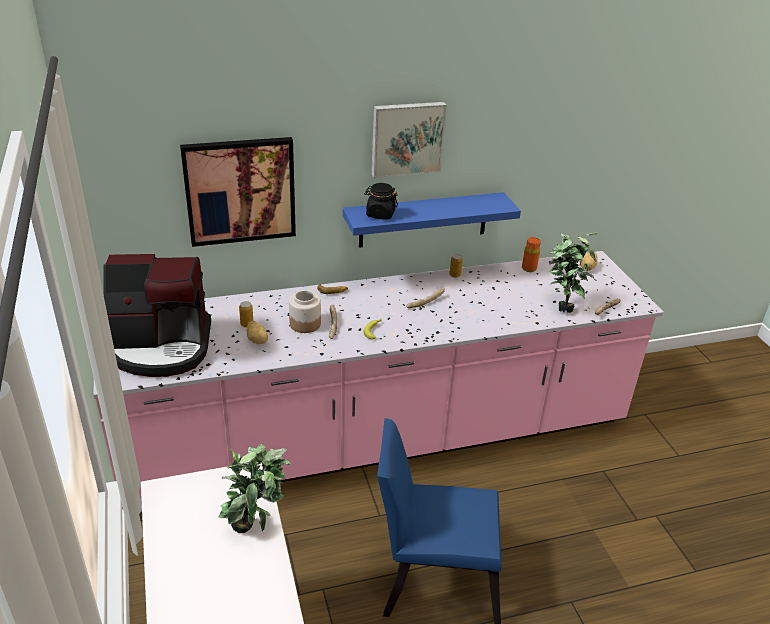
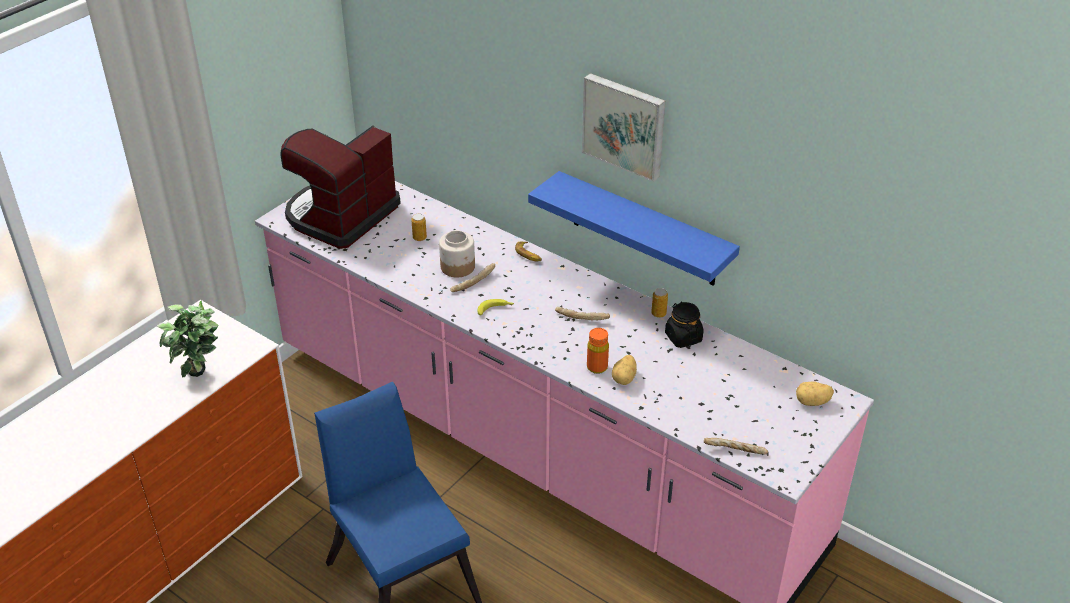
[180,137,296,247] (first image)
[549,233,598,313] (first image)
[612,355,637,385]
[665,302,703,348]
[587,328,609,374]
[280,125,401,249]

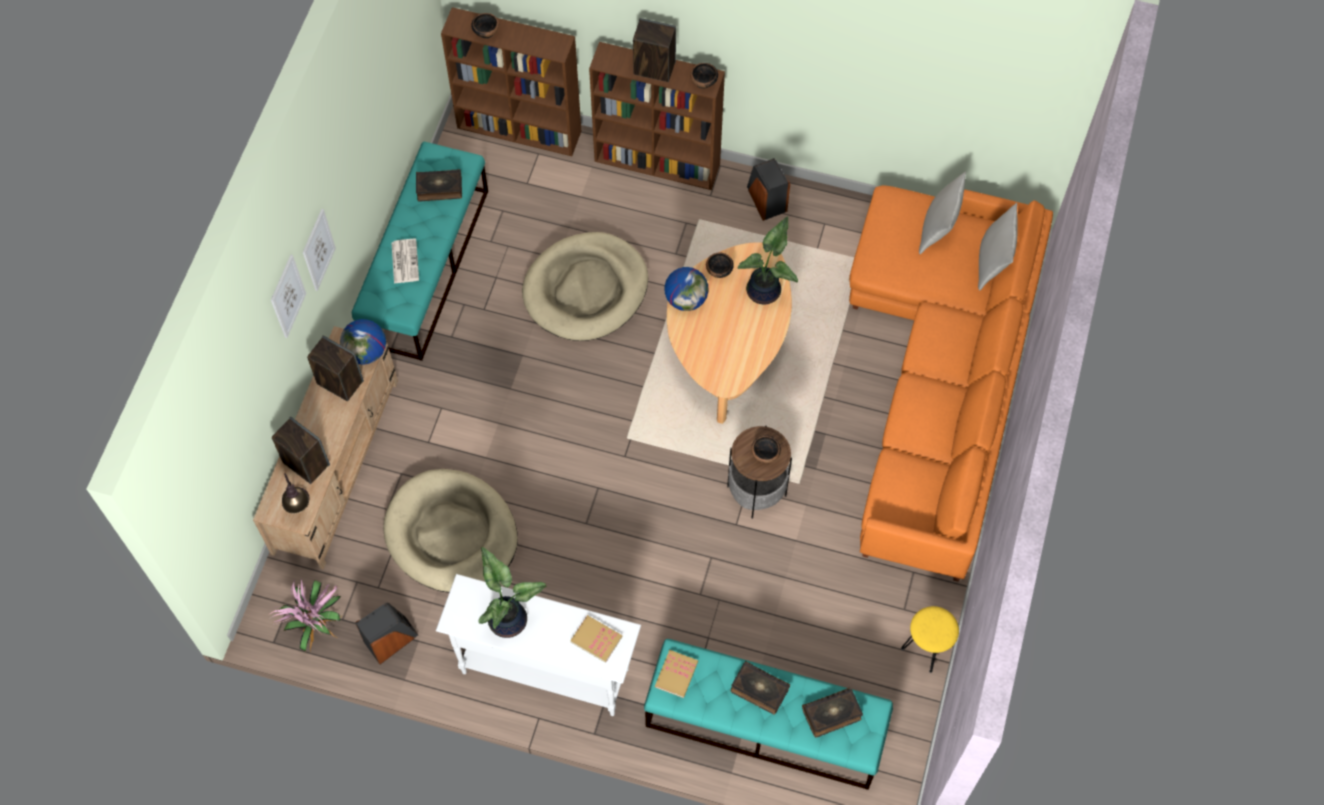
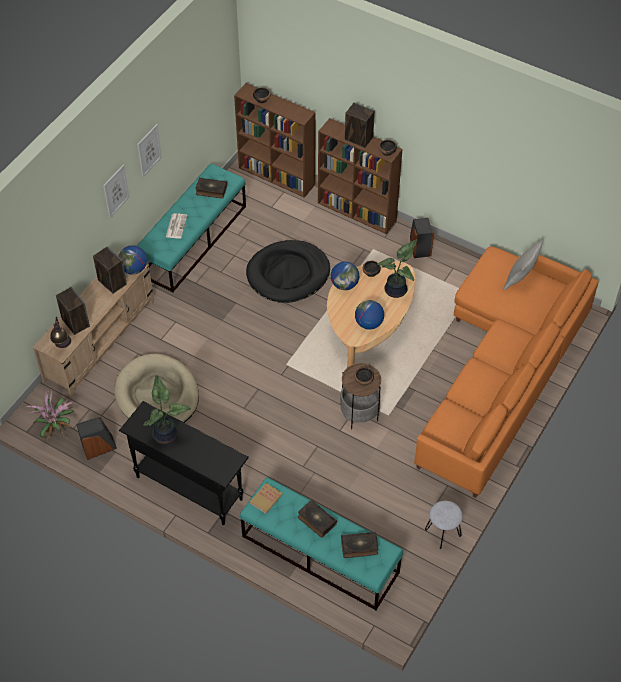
[570,615,622,663] (first image)
[978,203,1018,291] (first image)
[355,300,384,330]
[137,124,162,177]
[119,401,249,525]
[246,240,330,303]
[425,501,463,549]

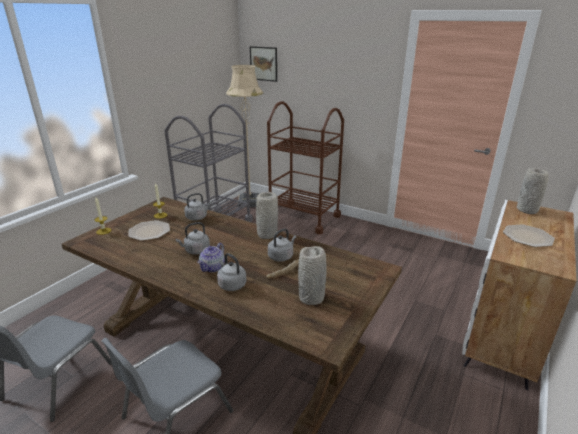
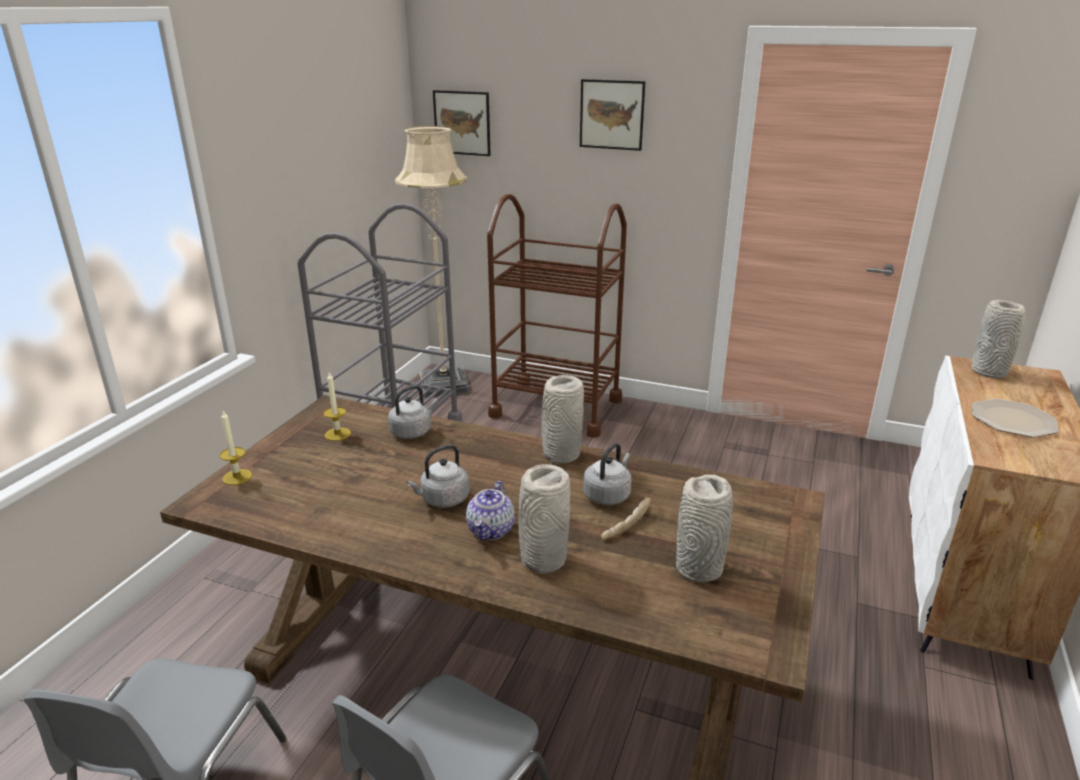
[129,220,170,241] (first image)
[580,79,646,151]
[518,464,570,574]

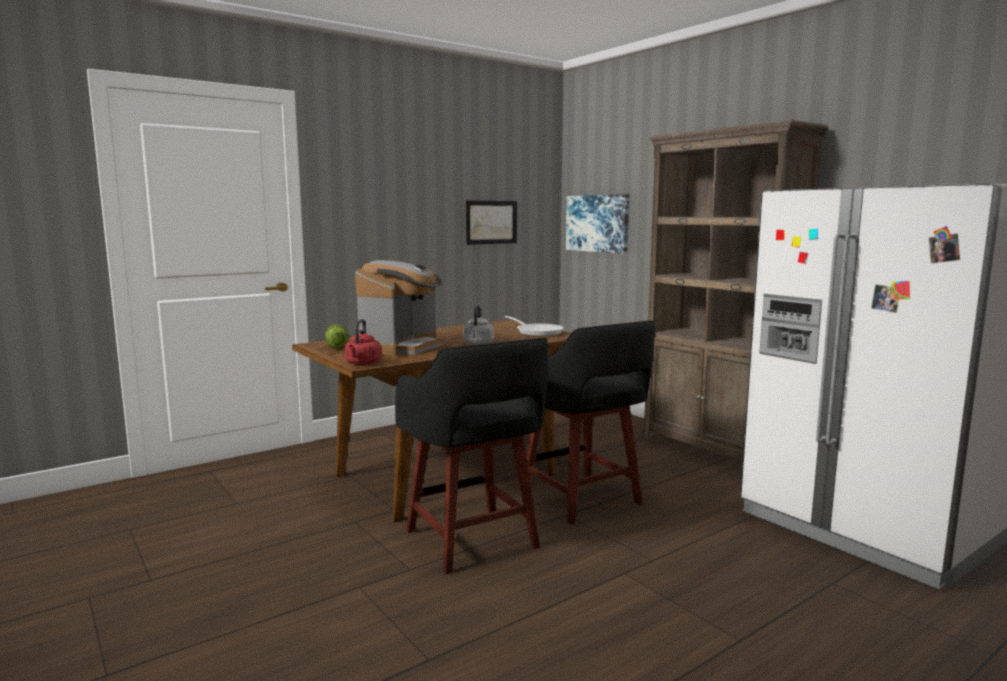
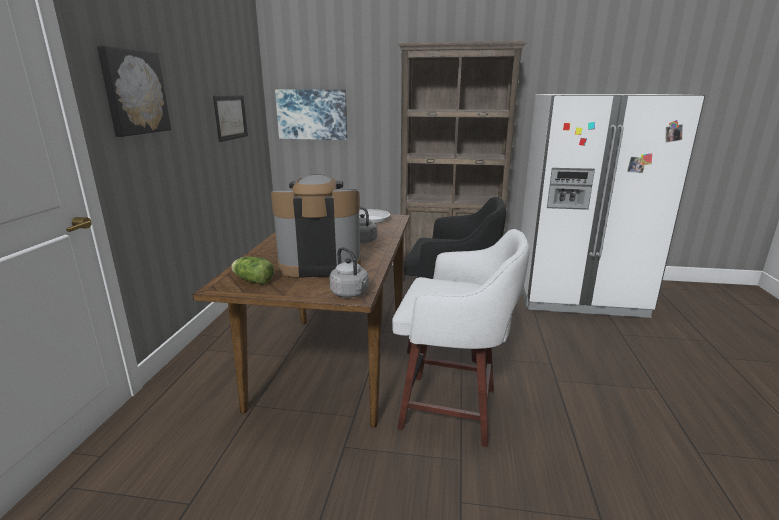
[97,46,171,137]
[329,247,369,298]
[392,229,530,447]
[271,174,361,278]

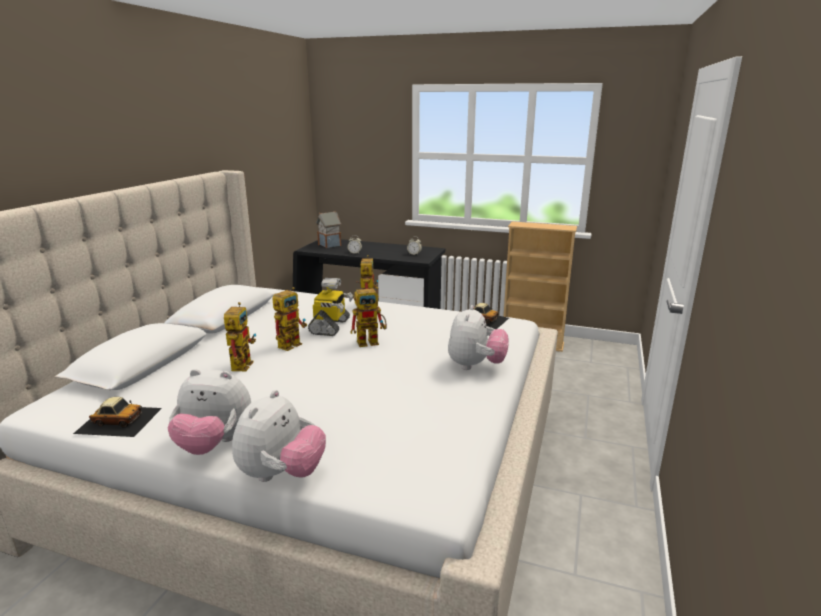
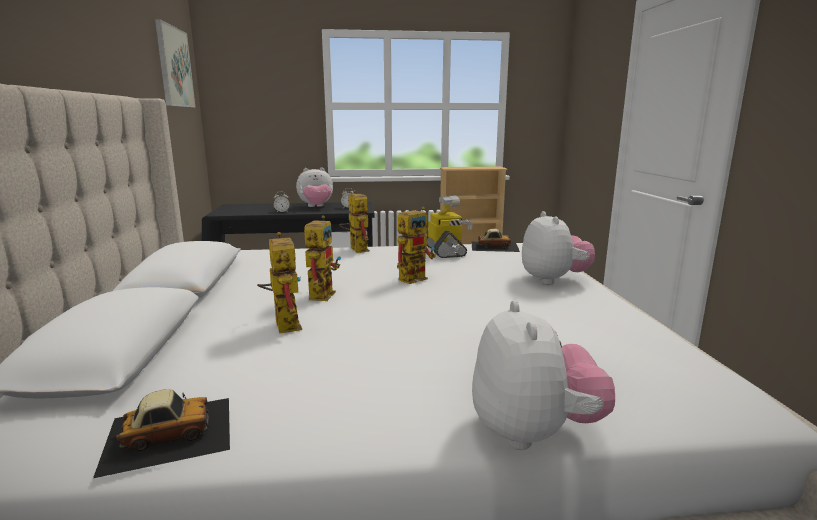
[316,211,342,248] (first image)
[155,19,195,107]
[296,167,333,207]
[426,195,473,258]

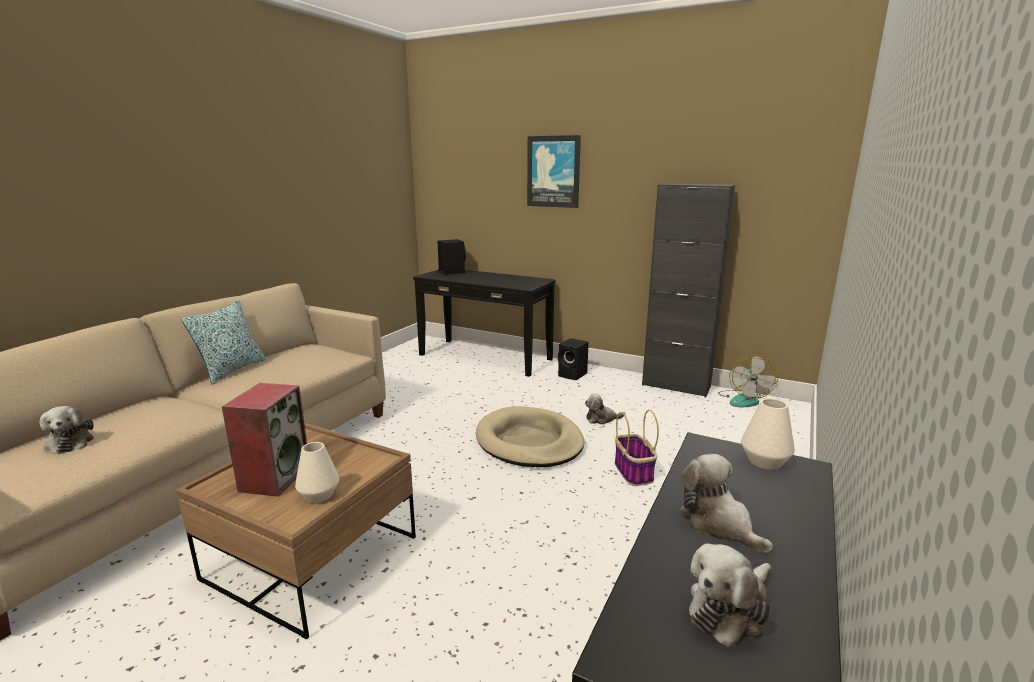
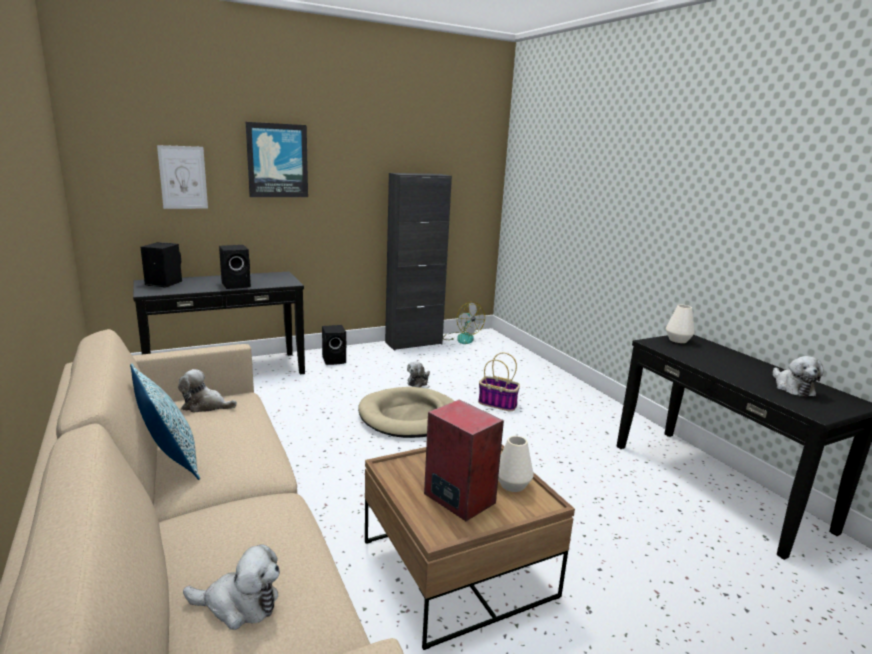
[157,145,208,209]
[219,245,251,289]
[178,369,237,412]

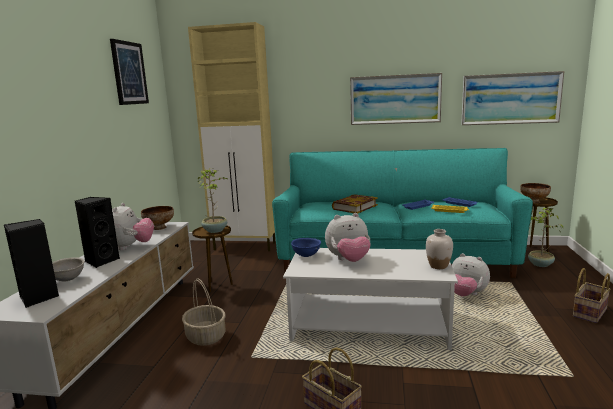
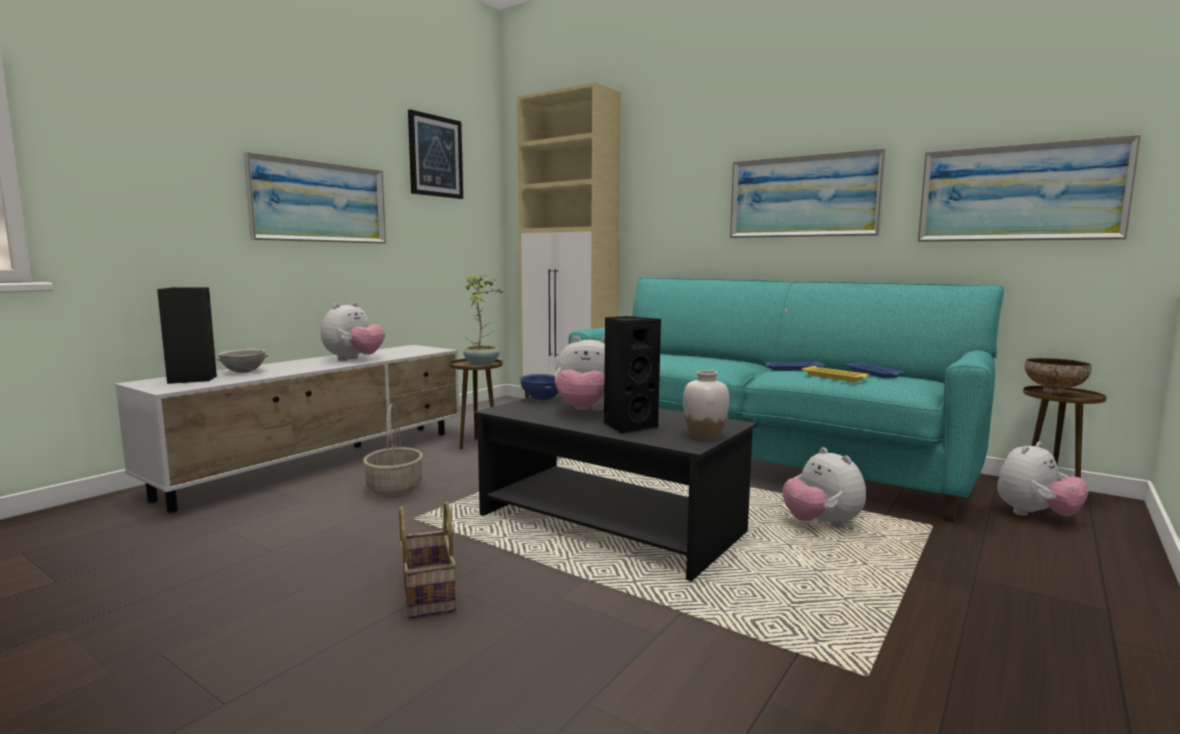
[141,206,174,230] (first image)
[332,194,378,214] (first image)
[573,268,610,323] (first image)
[243,152,386,244]
[604,316,661,435]
[997,442,1089,517]
[474,393,757,581]

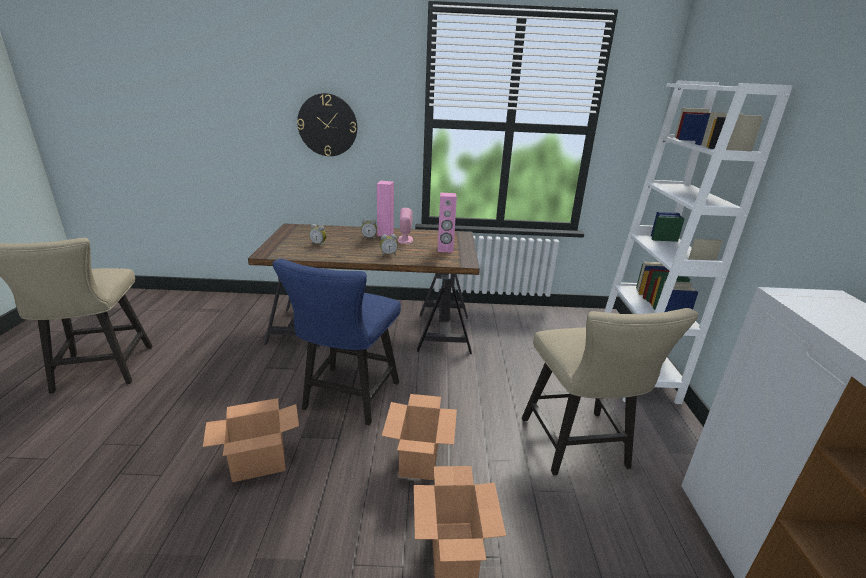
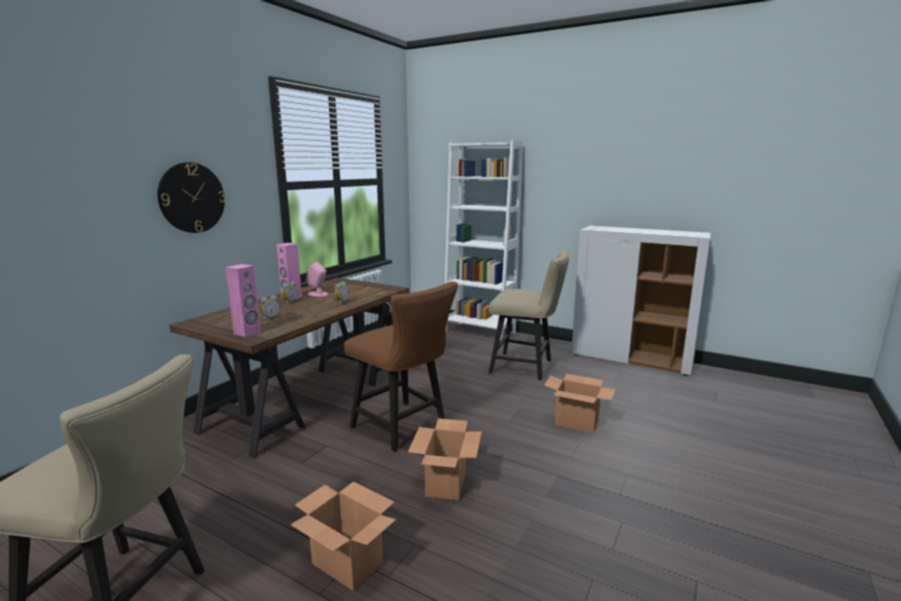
[290,481,396,591]
[225,264,261,337]
[344,281,458,452]

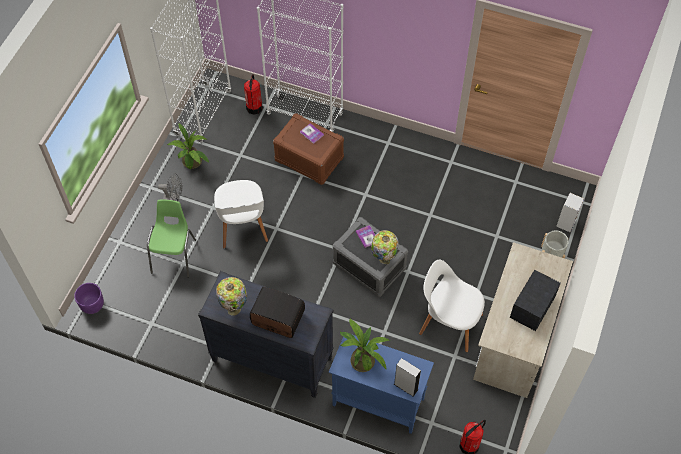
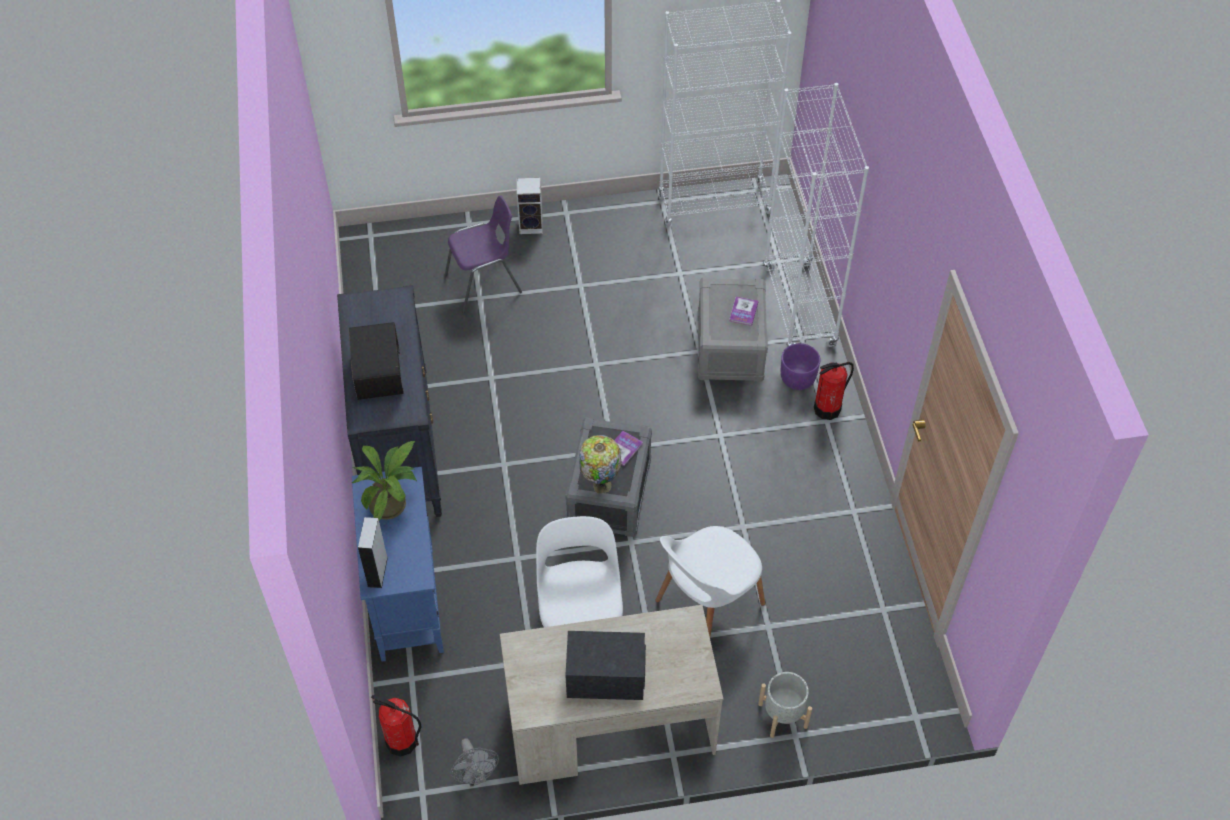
[167,123,209,170] (first image)
[216,277,247,316] (first image)
[781,343,820,390]
[450,738,499,787]
[656,526,765,637]
[814,362,854,420]
[517,178,543,234]
[445,195,522,313]
[698,278,768,382]

